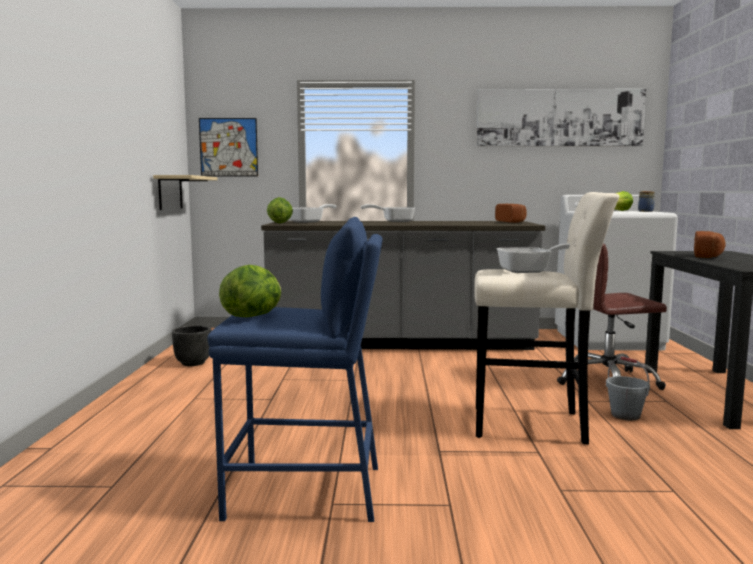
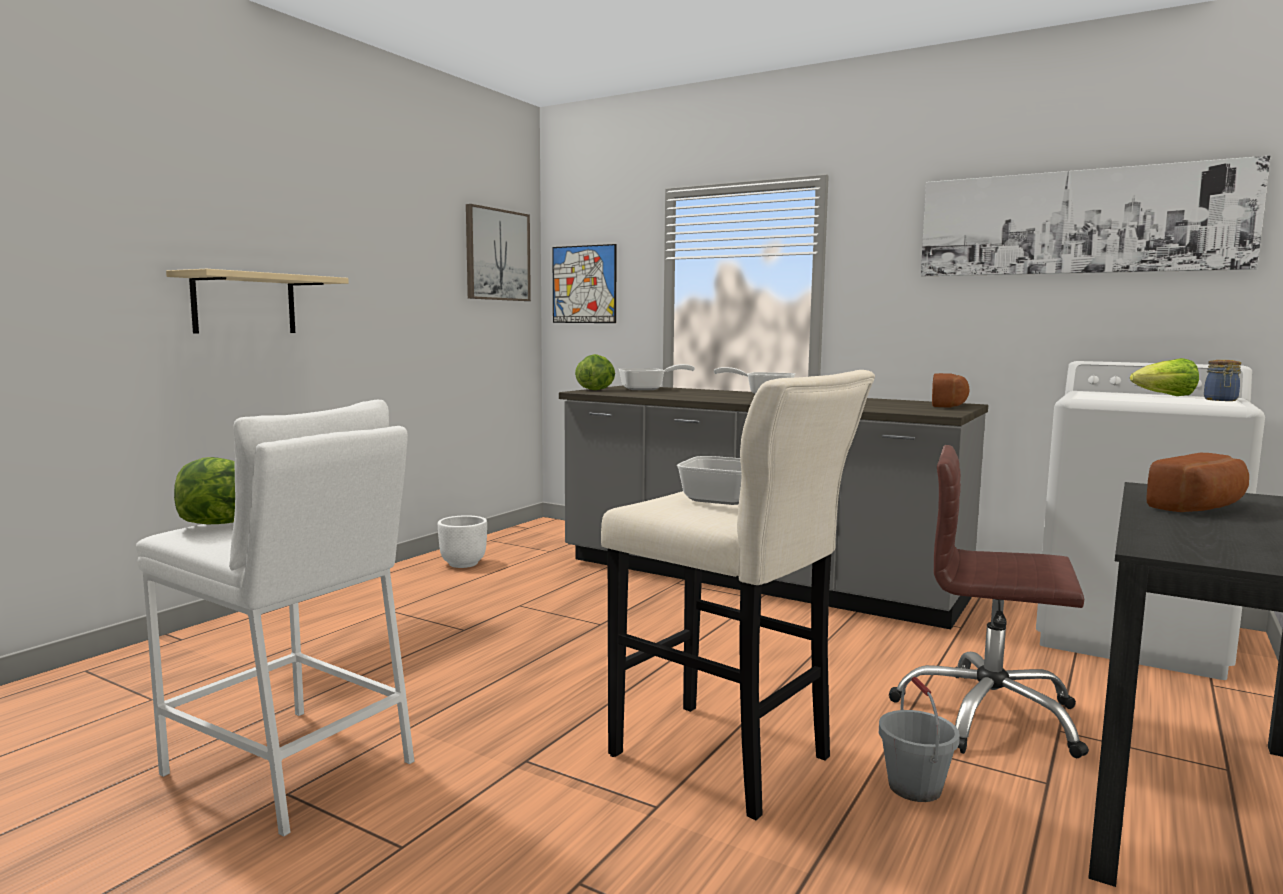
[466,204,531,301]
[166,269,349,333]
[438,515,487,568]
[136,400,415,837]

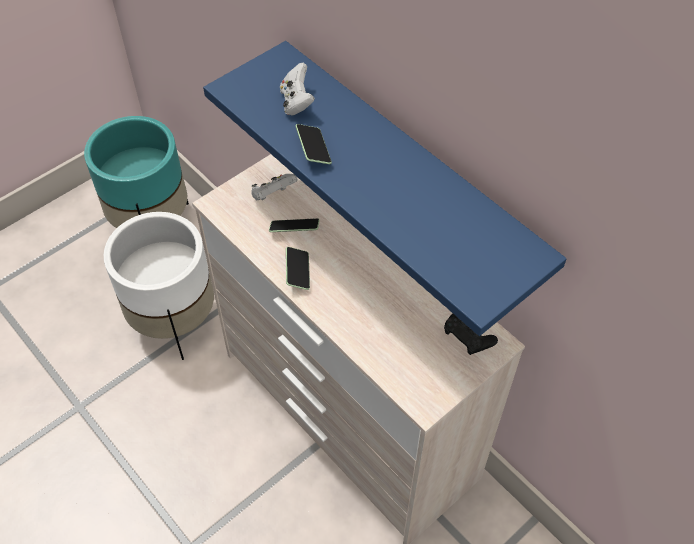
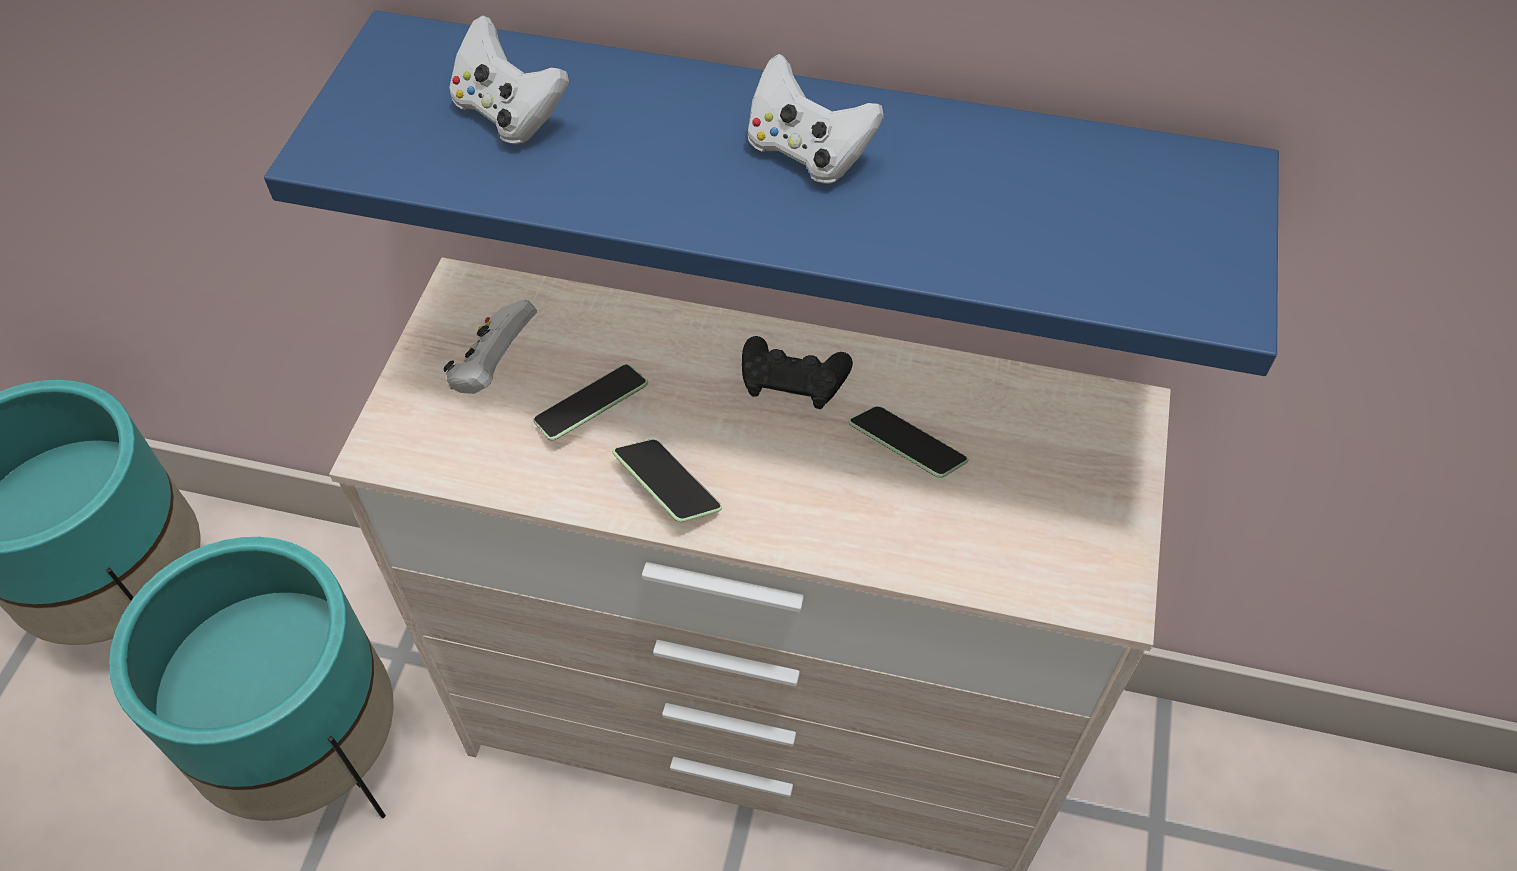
[748,54,884,184]
[848,406,968,478]
[742,336,853,409]
[109,537,394,821]

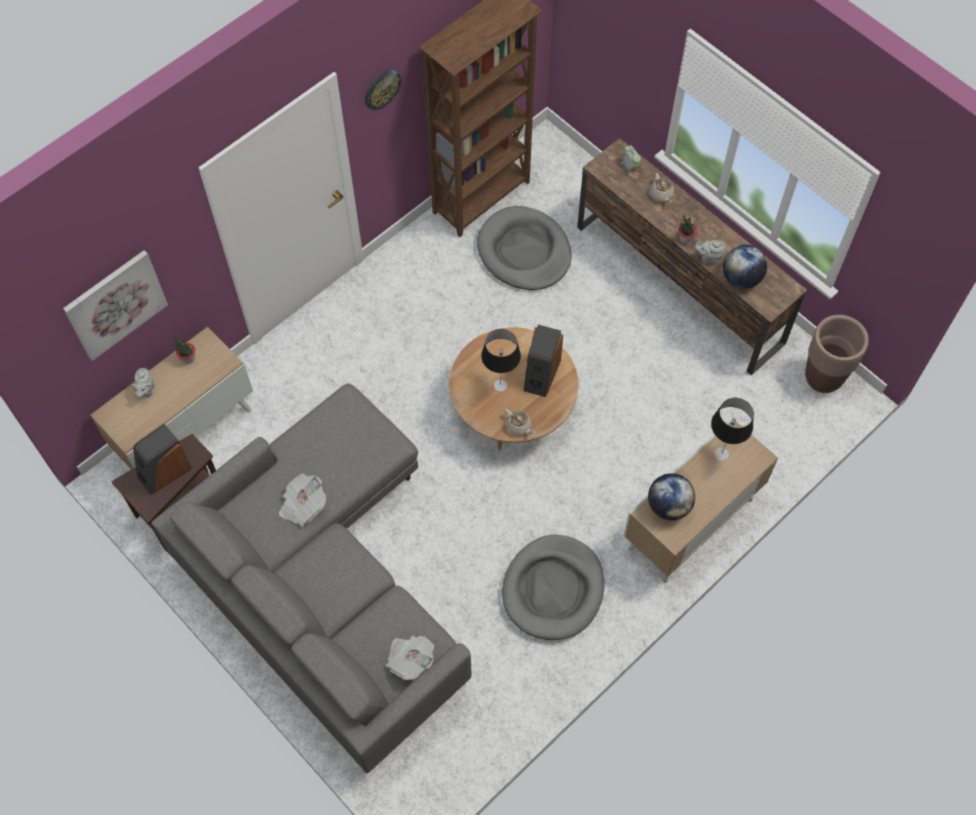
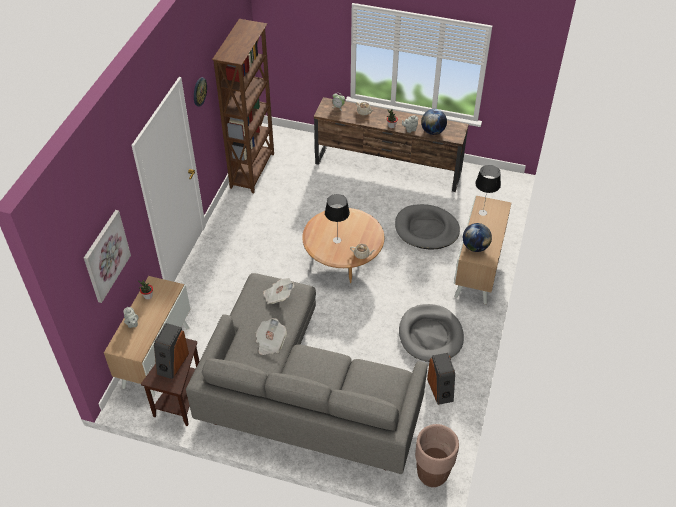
[263,278,294,304]
[395,204,460,249]
[427,353,455,405]
[415,424,459,487]

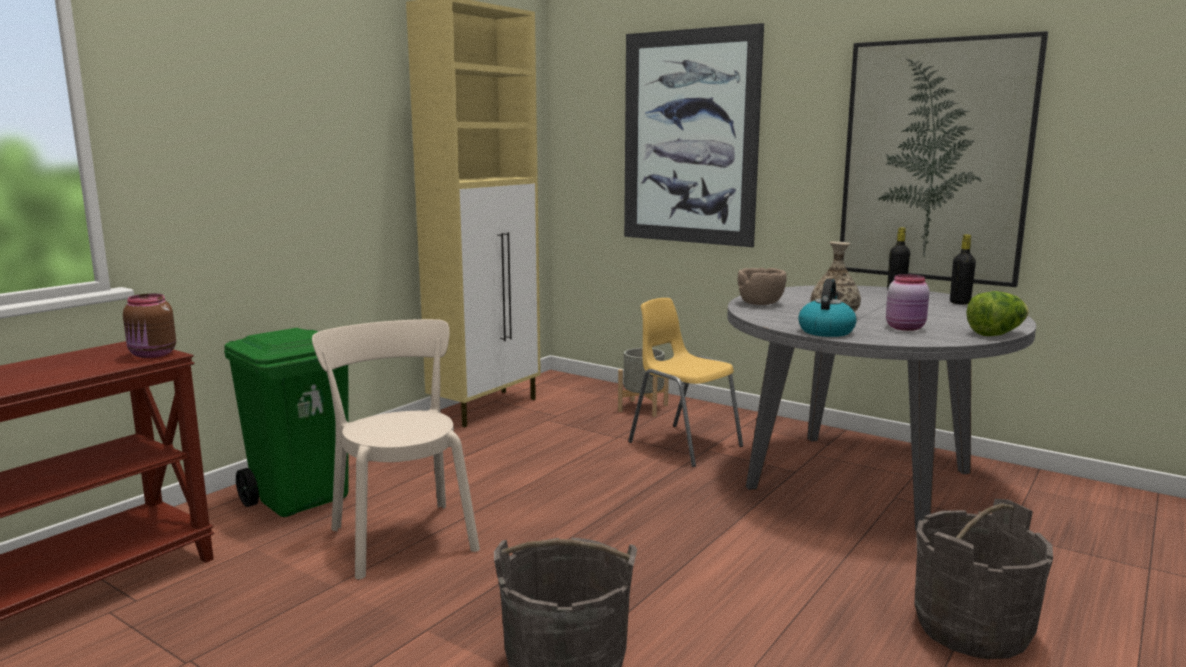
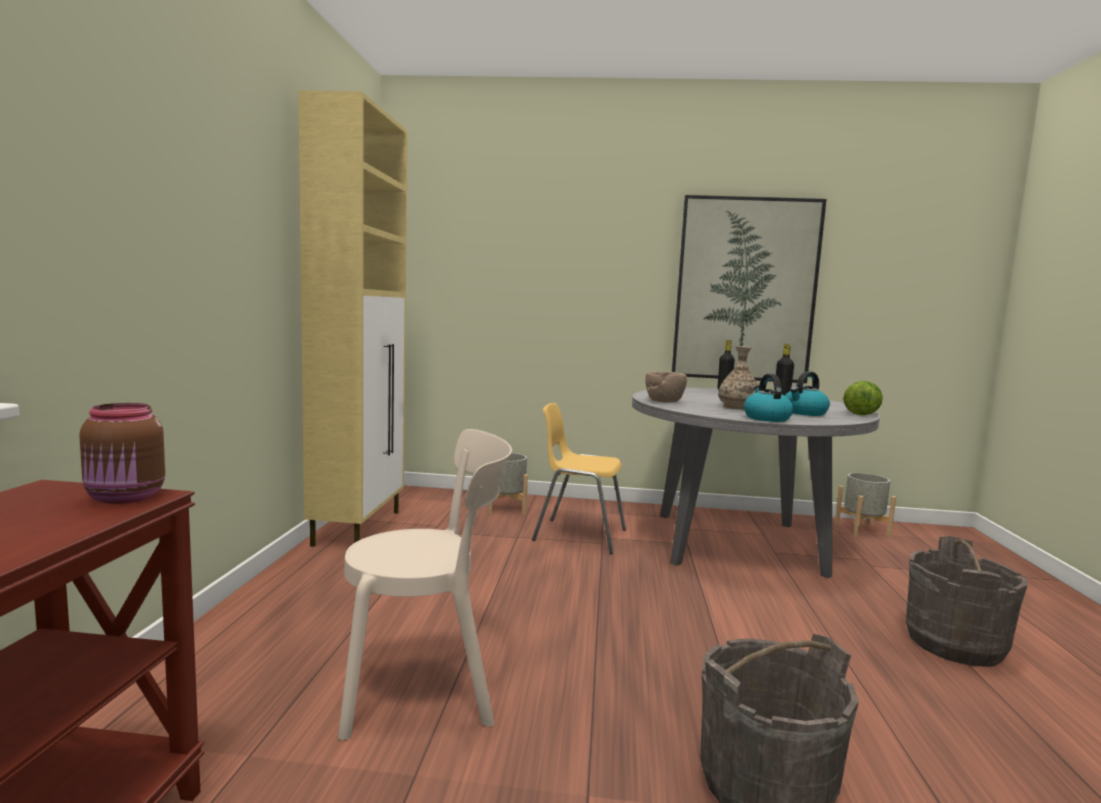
[224,328,348,517] (first image)
[624,23,764,247] (first image)
[835,473,896,537]
[785,371,830,416]
[338,429,512,740]

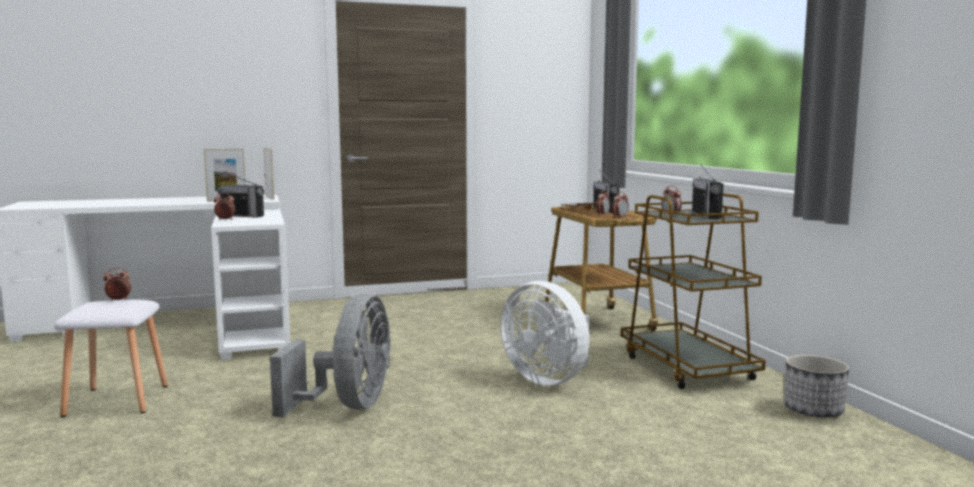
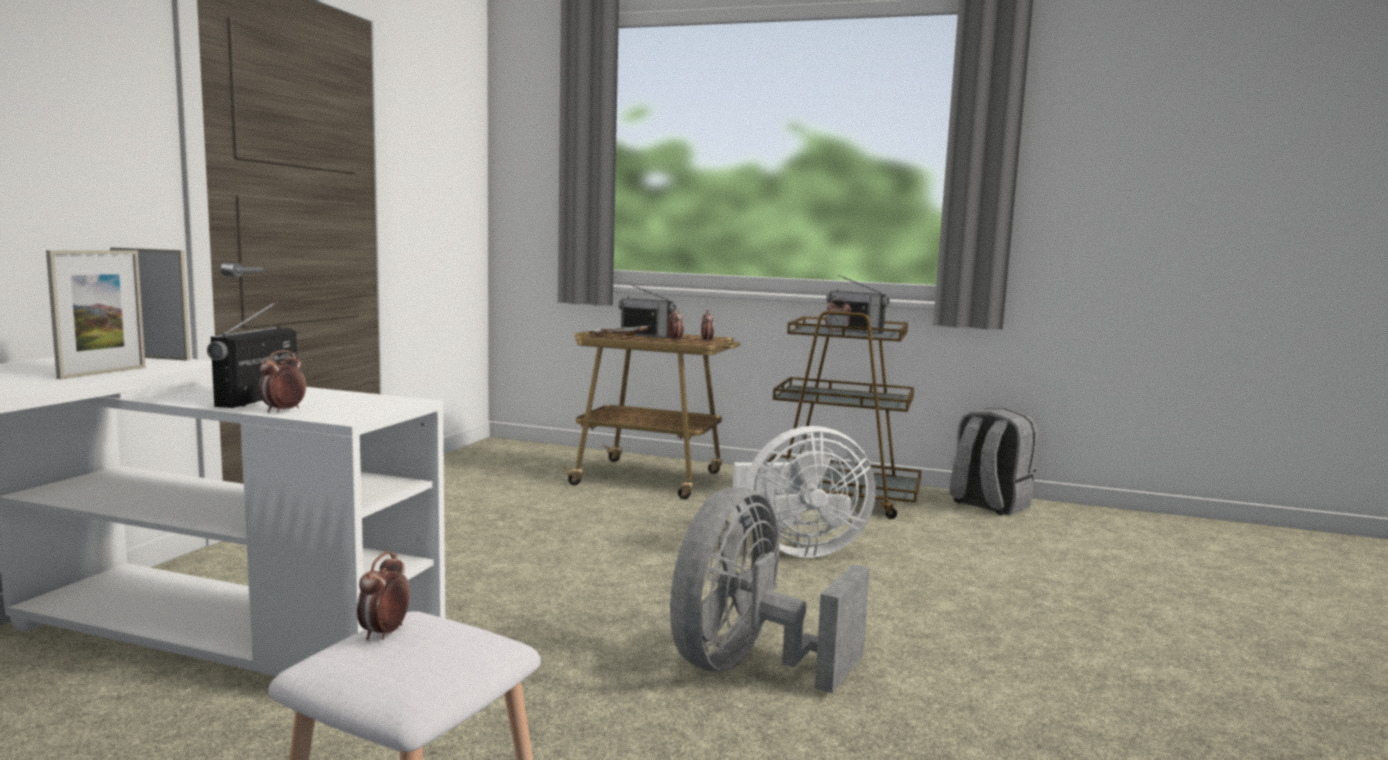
[949,408,1038,515]
[207,301,297,408]
[670,488,870,693]

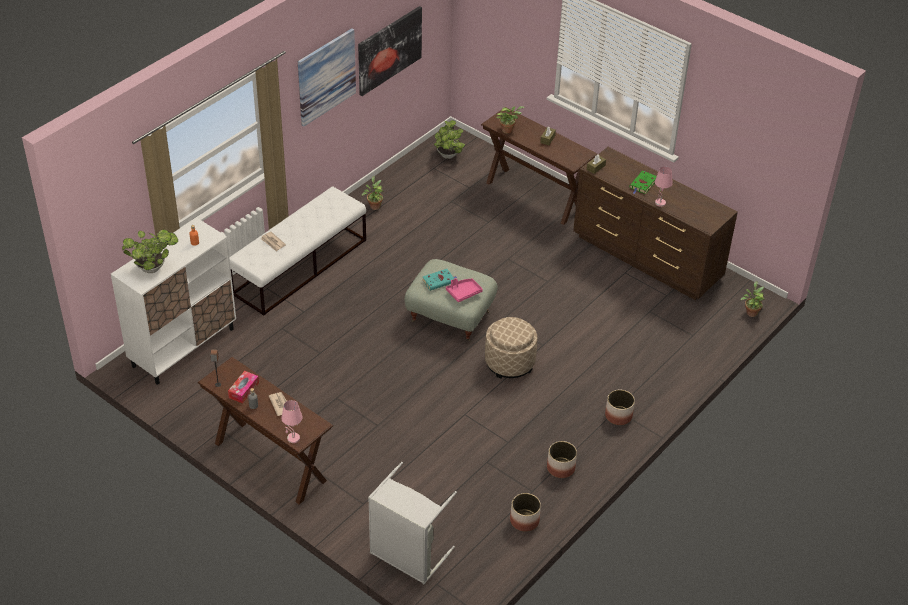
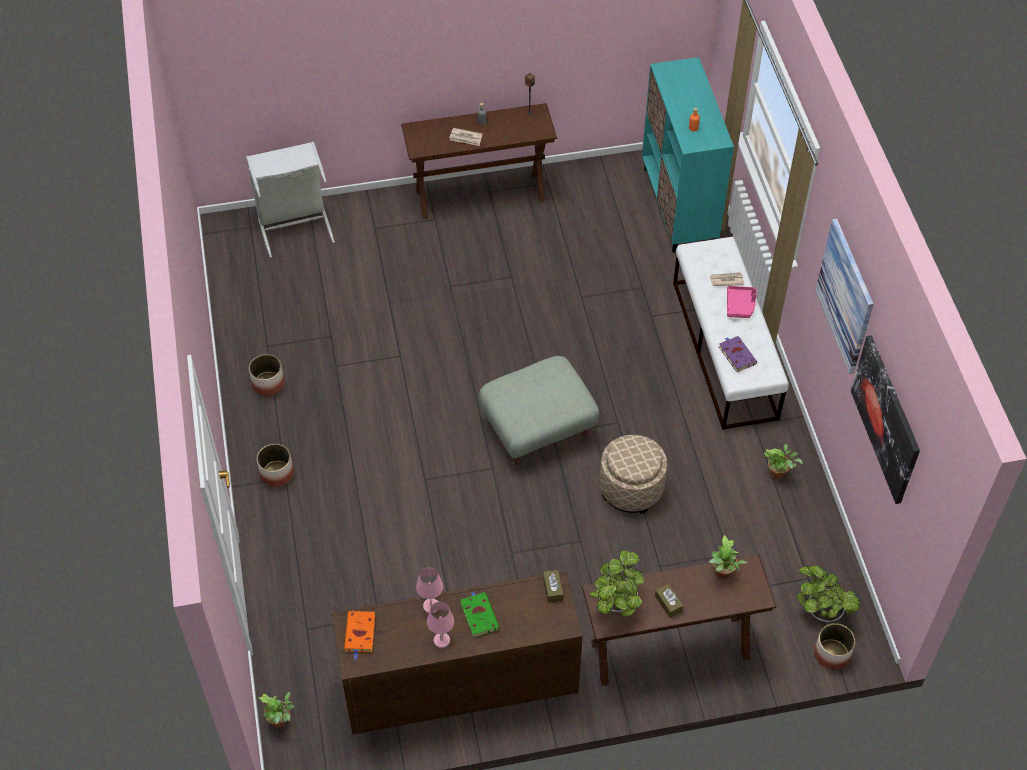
[228,371,259,403] (first image)
[423,269,457,291] (first image)
[344,611,375,660]
[719,336,757,372]
[590,550,645,617]
[427,602,454,648]
[727,286,757,318]
[600,435,667,514]
[814,623,855,670]
[642,57,734,253]

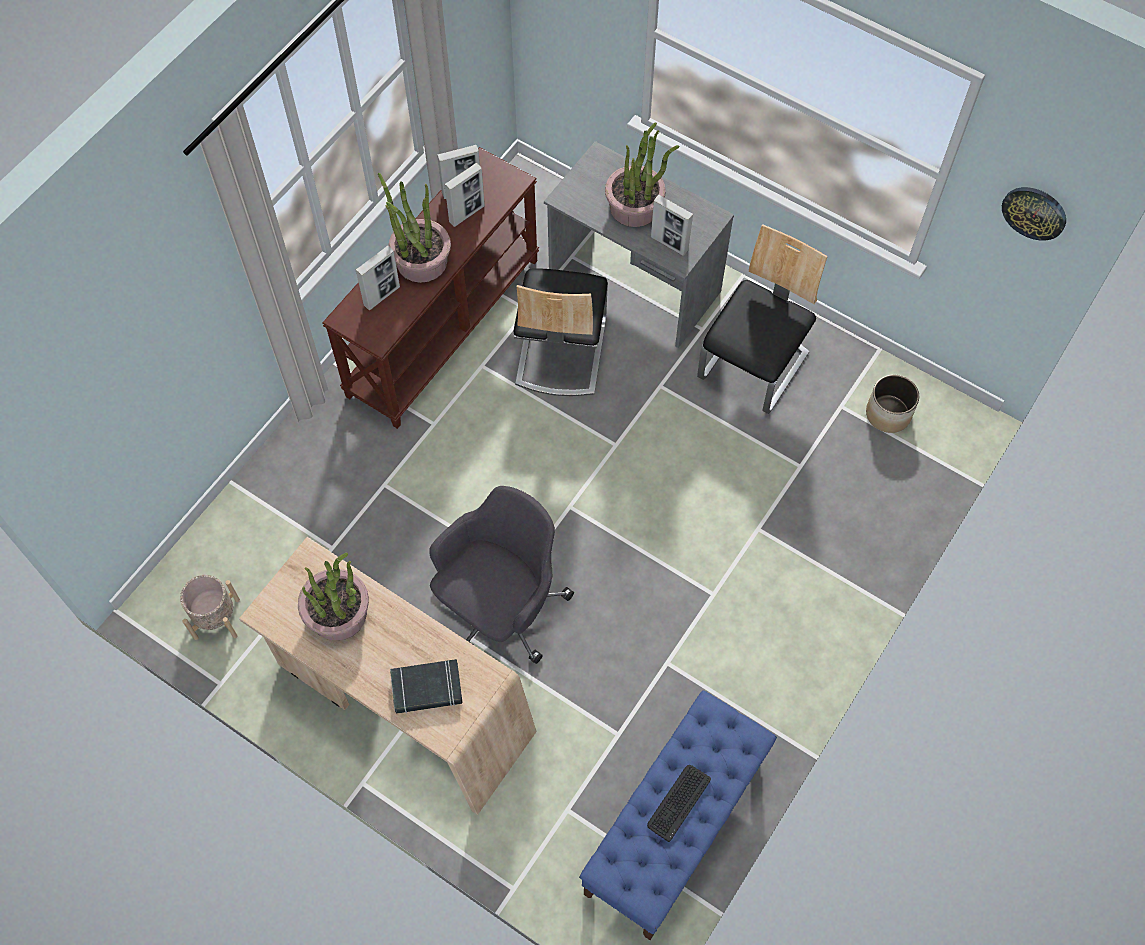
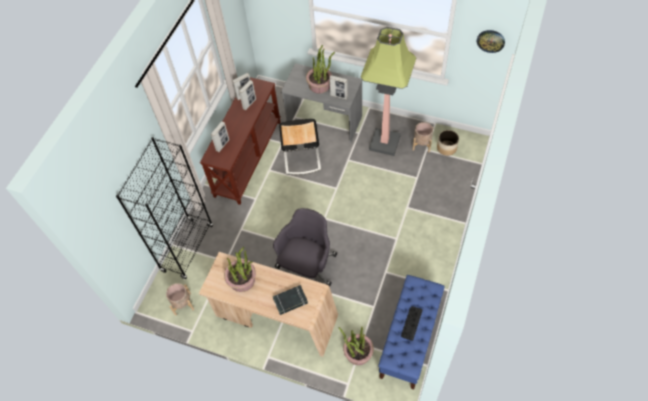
[116,137,213,279]
[413,122,433,152]
[339,326,374,365]
[361,27,416,156]

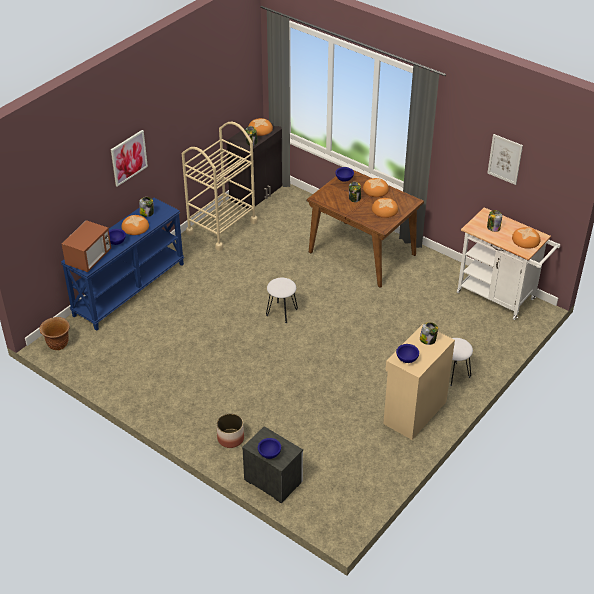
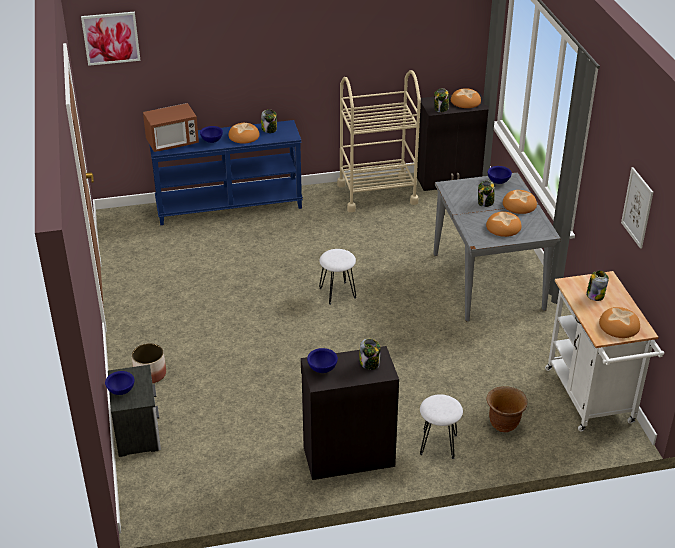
[486,386,528,432]
[81,12,140,66]
[433,172,561,322]
[301,346,399,480]

